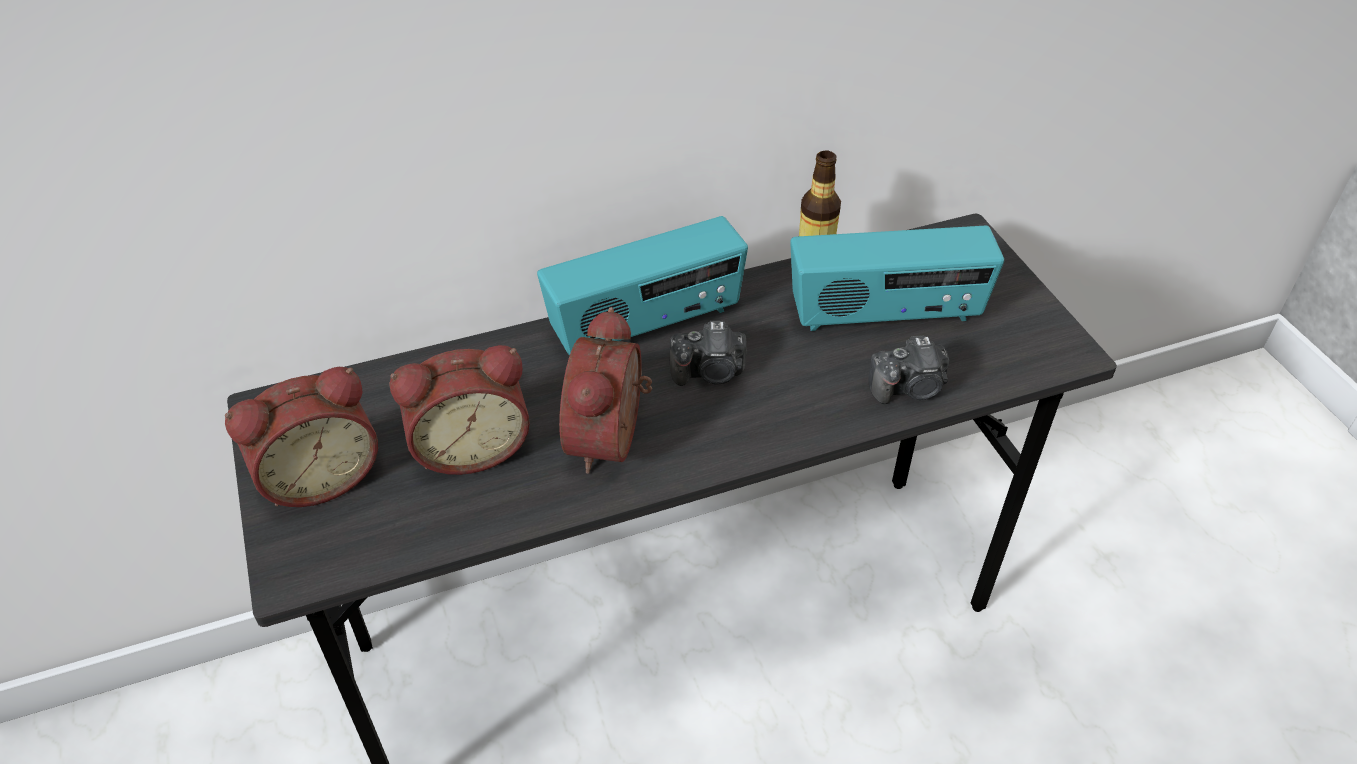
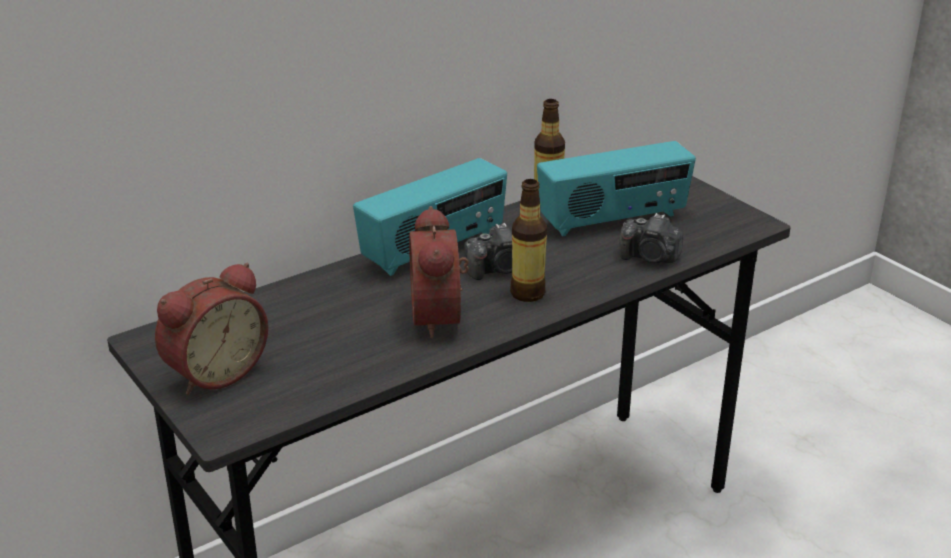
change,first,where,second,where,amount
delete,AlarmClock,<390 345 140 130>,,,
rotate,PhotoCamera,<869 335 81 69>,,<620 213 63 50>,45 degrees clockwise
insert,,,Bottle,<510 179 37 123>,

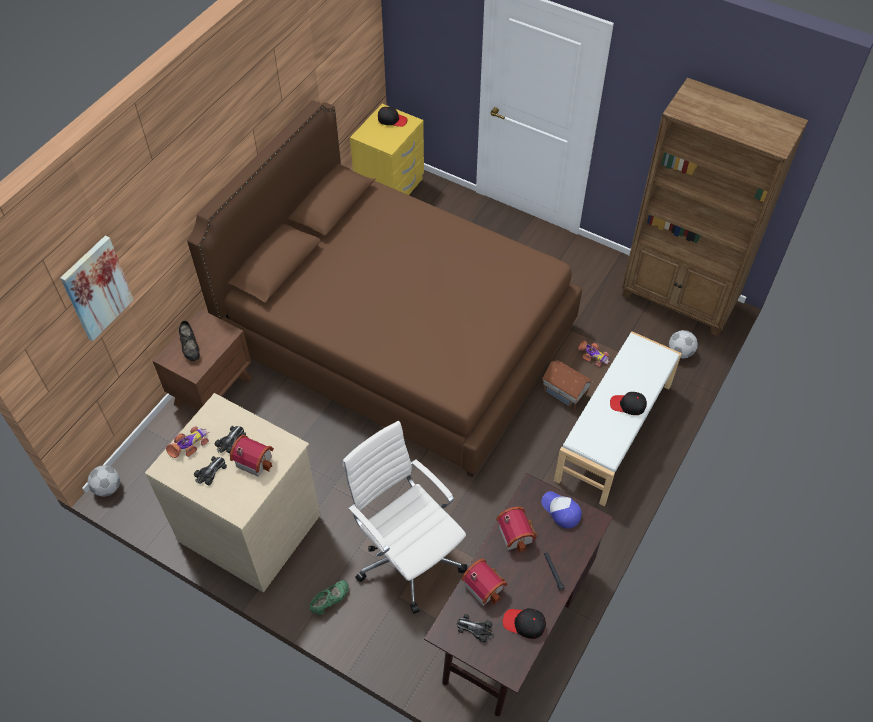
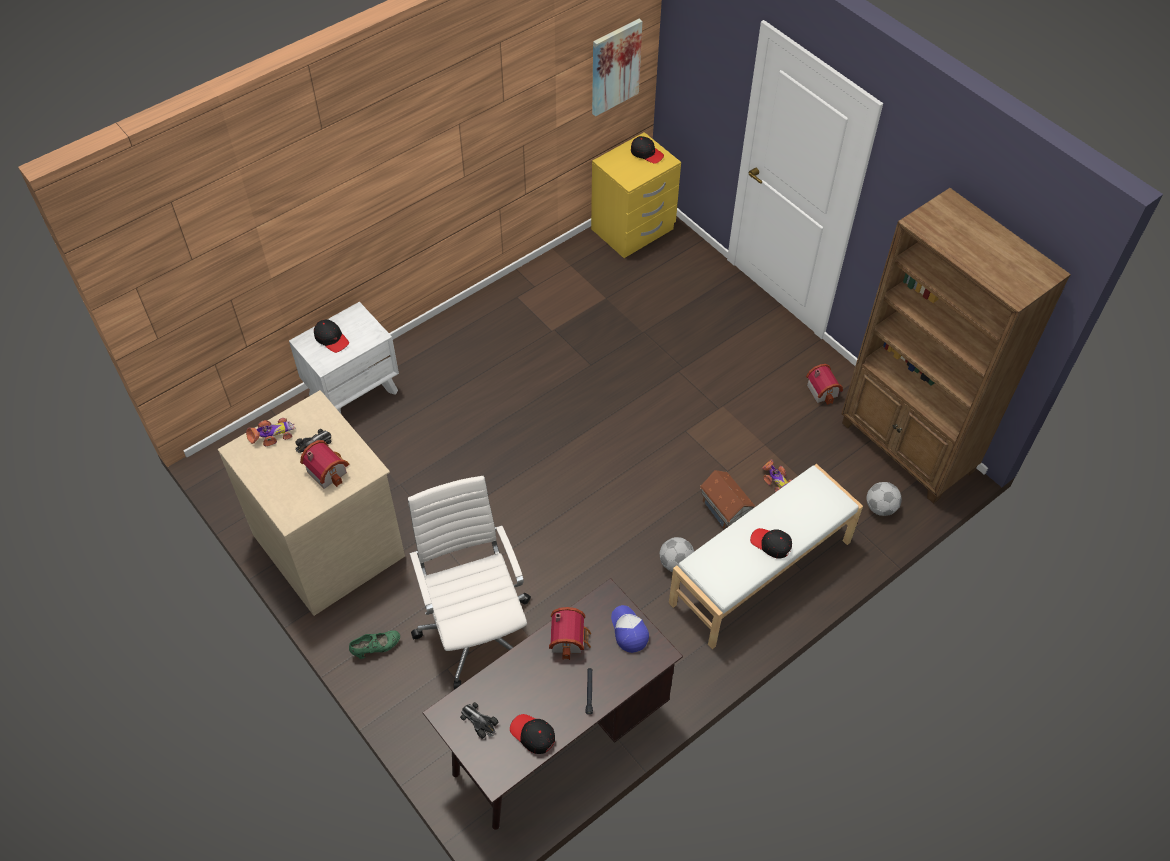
change,first,where,second,where,amount
move,Picture,<60 236 74 105>,,<592 19 50 97>,
move,Football,<88 465 32 32>,,<660 537 34 35>,
recolor,BrownNightstand,<153 309 98 101>,WhiteNightstand,<289 302 110 112>,
replace,BlackShoe,<179 321 21 40>,BlackCap,<314 319 35 34>,
delete,BrownBed,<187 100 395 377>,,,
delete,ToyCar,<194 456 33 29>,,,
move,ToyHouse,<461 559 47 47>,,<806 364 37 41>,

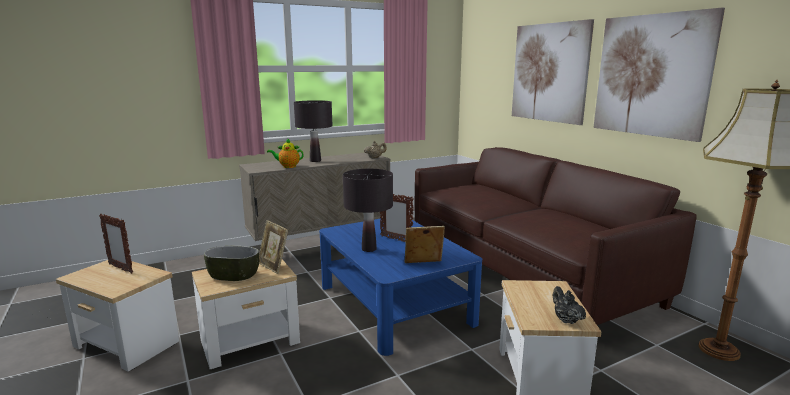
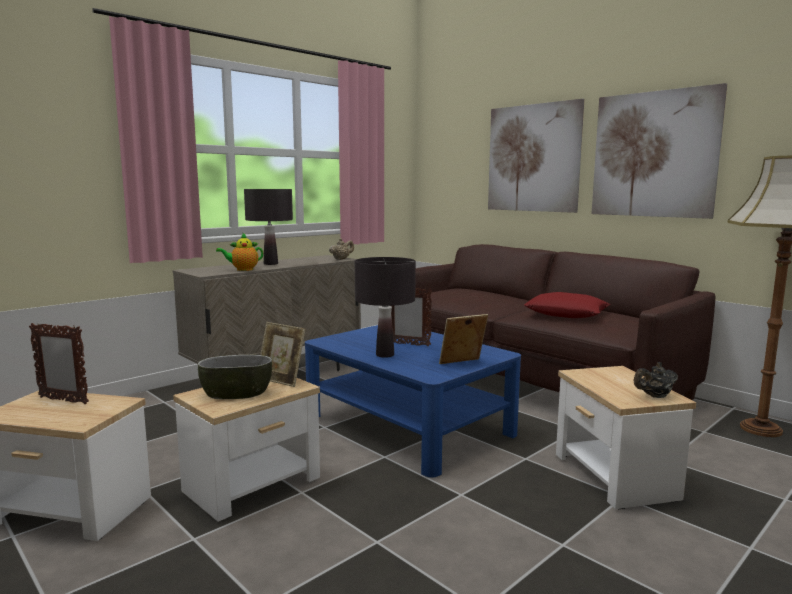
change,first,where,second,where,amount
rotate,BlackTeapot,<553 286 33 38>,,<634 362 44 36>,75 degrees counterclockwise
insert,,,RedPillow,<524 292 86 26>,

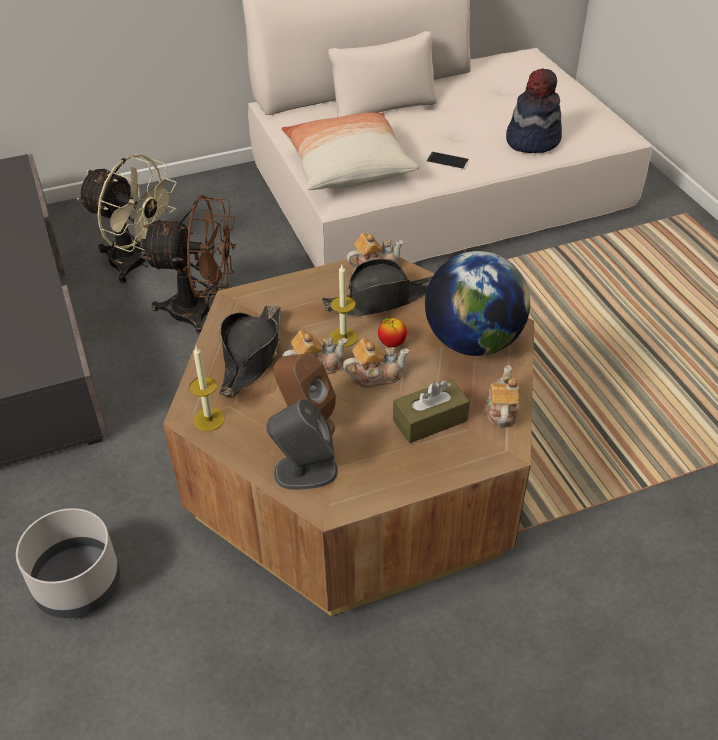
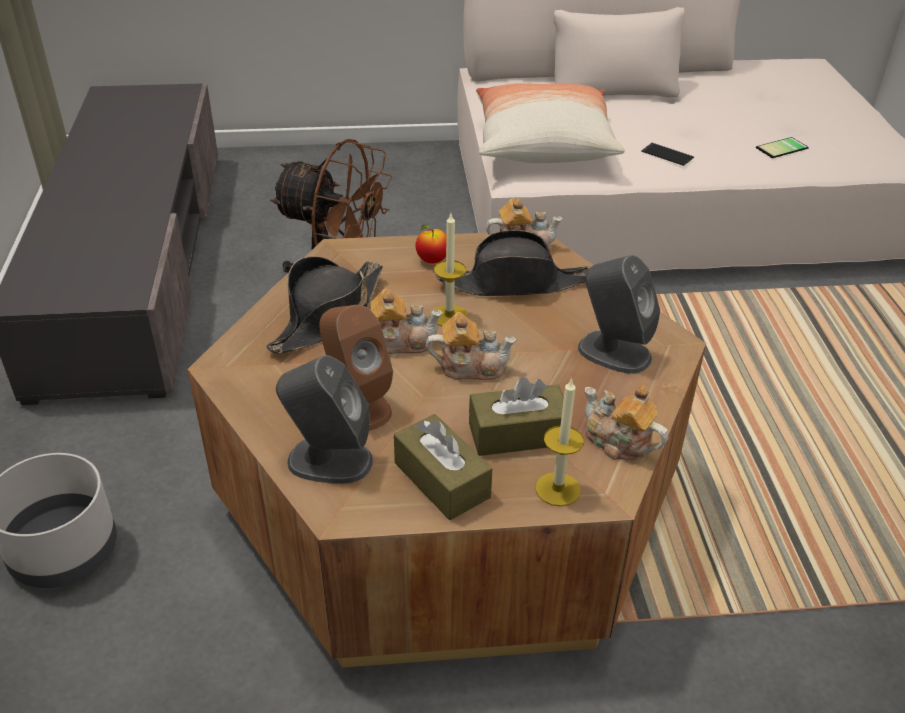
change,first,where,second,where,amount
delete,BeigeFan,<77 154 100 129>,,,
move,Candle,<189 346 36 86>,,<535 377 49 129>,
move,Apple,<378 317 29 30>,,<415 224 32 39>,
replace,Globe,<425 251 105 105>,GreySpeaker,<578 255 82 119>,
rotate,Teapot,<483 365 37 62>,,<585 385 84 75>,75 degrees counterclockwise
replace,Hat,<506 69 56 84>,Phone,<756 137 53 21>,
insert,,,BrownTissueBox,<394 414 99 106>,

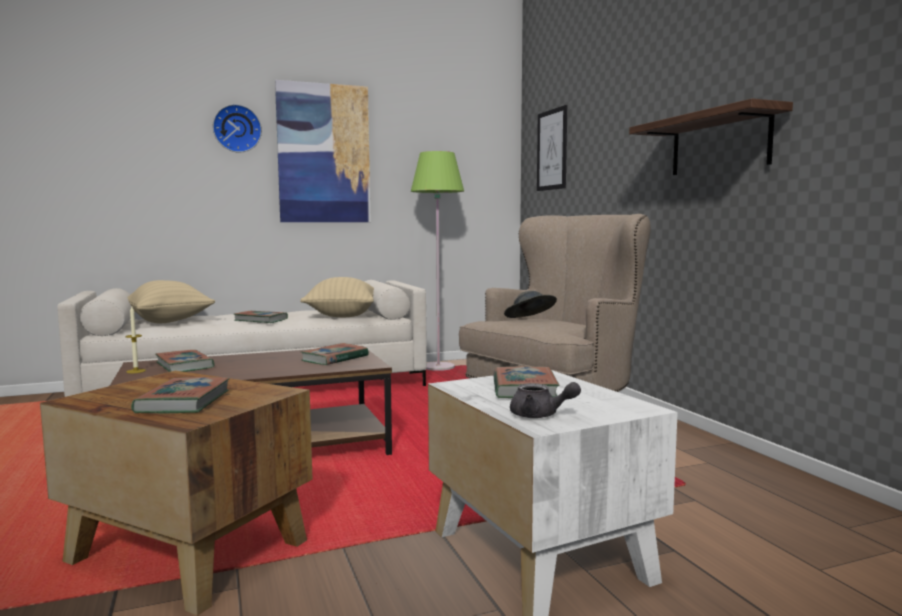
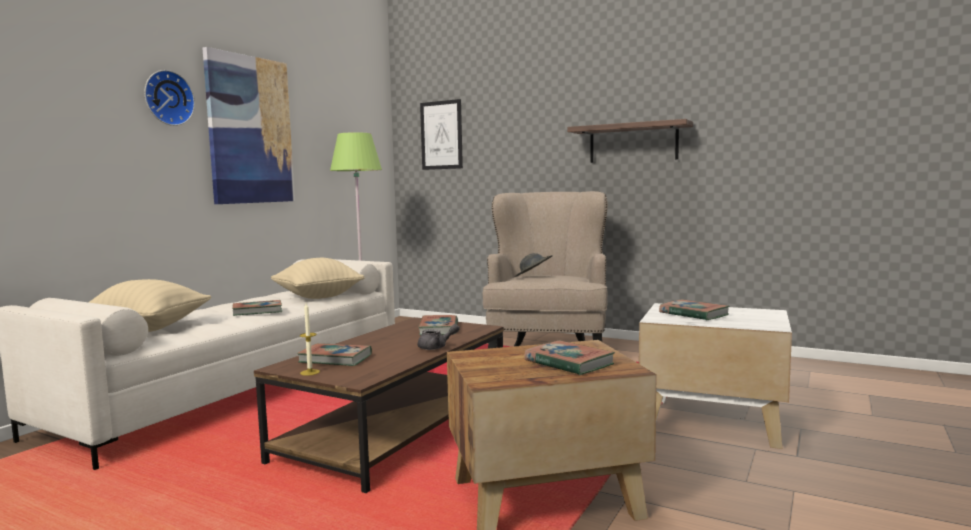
change,first,where,second,where,amount
move,GreyTeapot,<510 382 71 36>,,<418 324 42 26>,

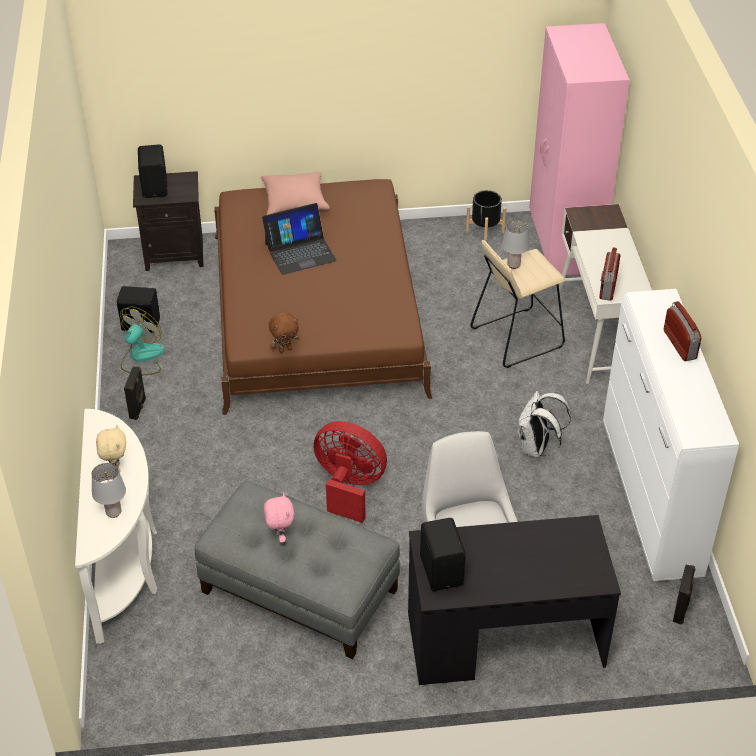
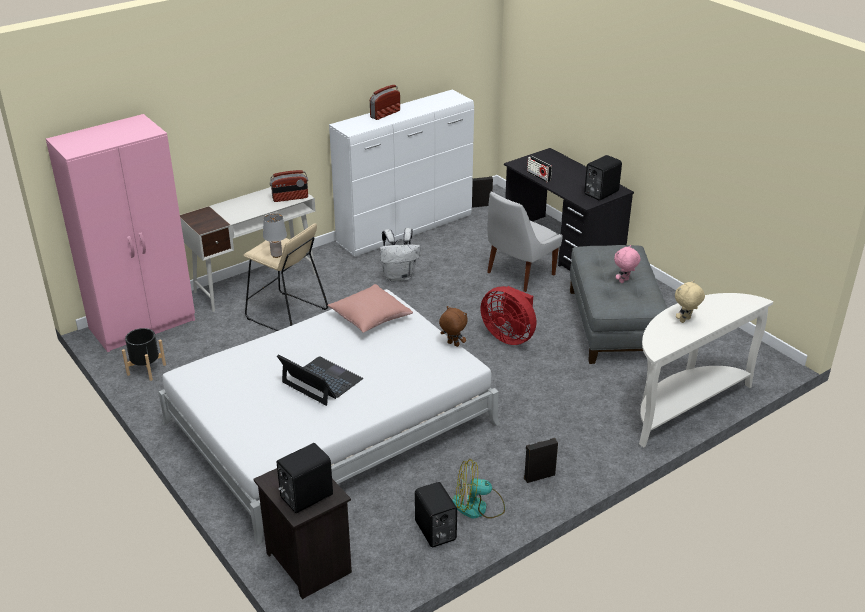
change,first,where,second,where,amount
delete,GreyTableLamp,<91 463 35 55>,,,
recolor,BrownBed,<214 179 219 236>,WhiteBed,<158 289 342 256>,
move,PinkPillow,<260 172 70 43>,,<327 284 86 49>,
rotate,RedFan,<313 421 74 102>,,<480 286 56 59>,45 degrees counterclockwise
insert,,,Radio,<527 156 25 26>,

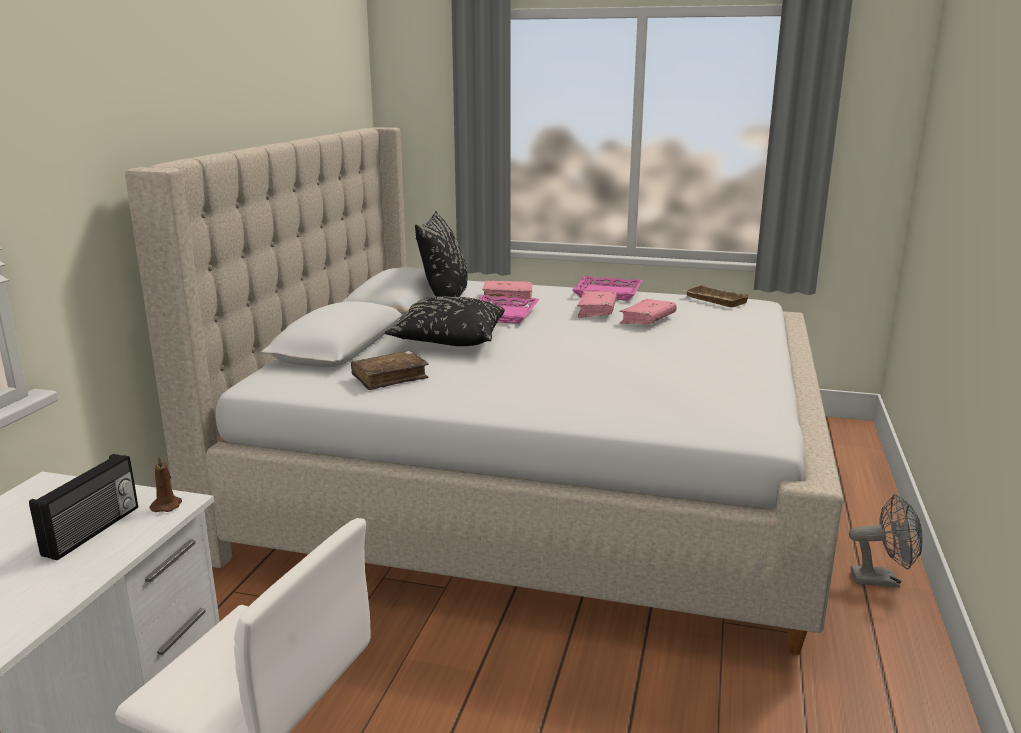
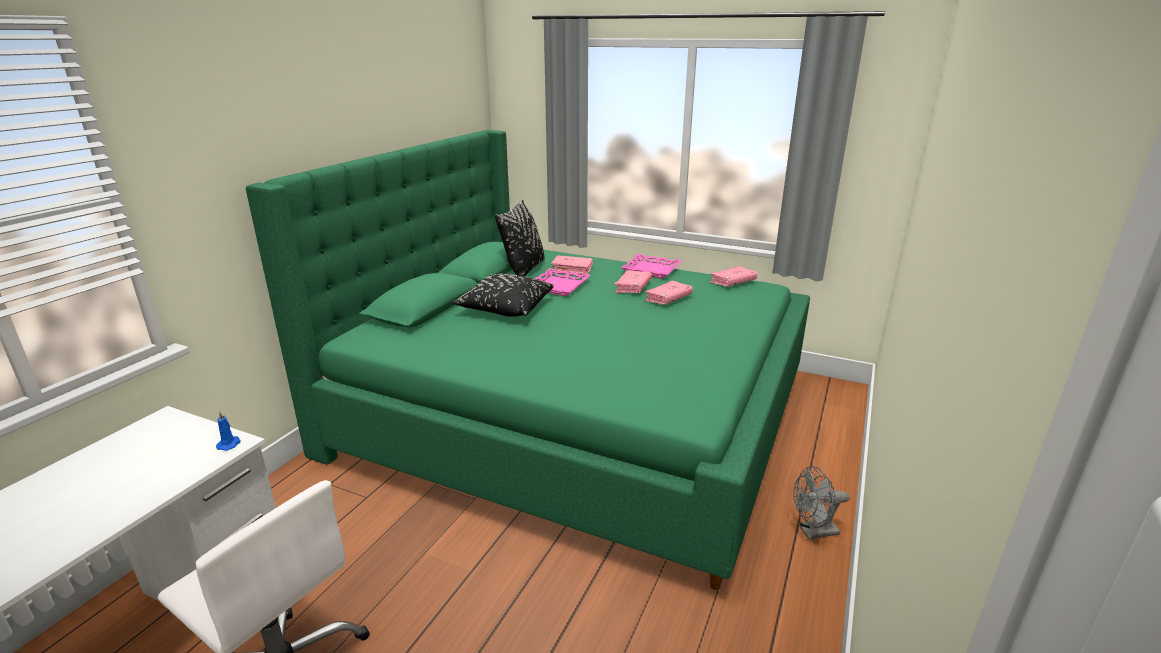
change,first,where,second,where,amount
delete,Radio,<29 454 109 106>,,,
recolor,BeigeBed,<125 127 718 528>,GreenBed,<246 130 564 460>,
recolor,BrownCandle,<150 456 32 56>,BlueCandle,<216 411 25 40>,
delete,BrownBook,<351 351 78 39>,,,
replace,BeigeTray,<682 285 69 22>,PinkBook,<710 266 47 21>,
rotate,GreyFan,<849 494 74 94>,,<793 466 57 73>,150 degrees clockwise

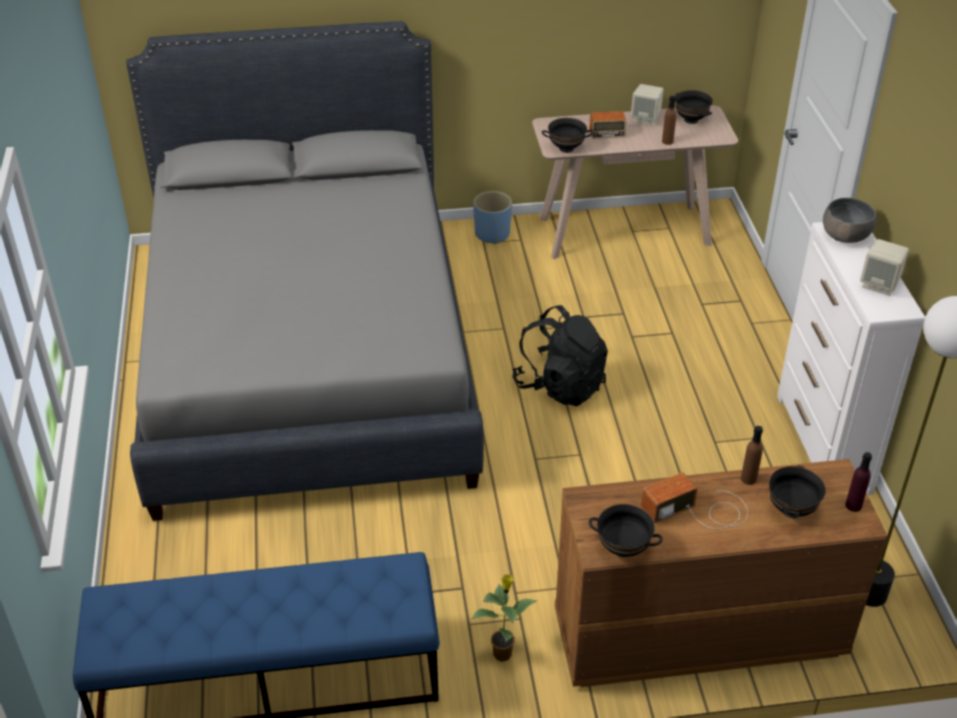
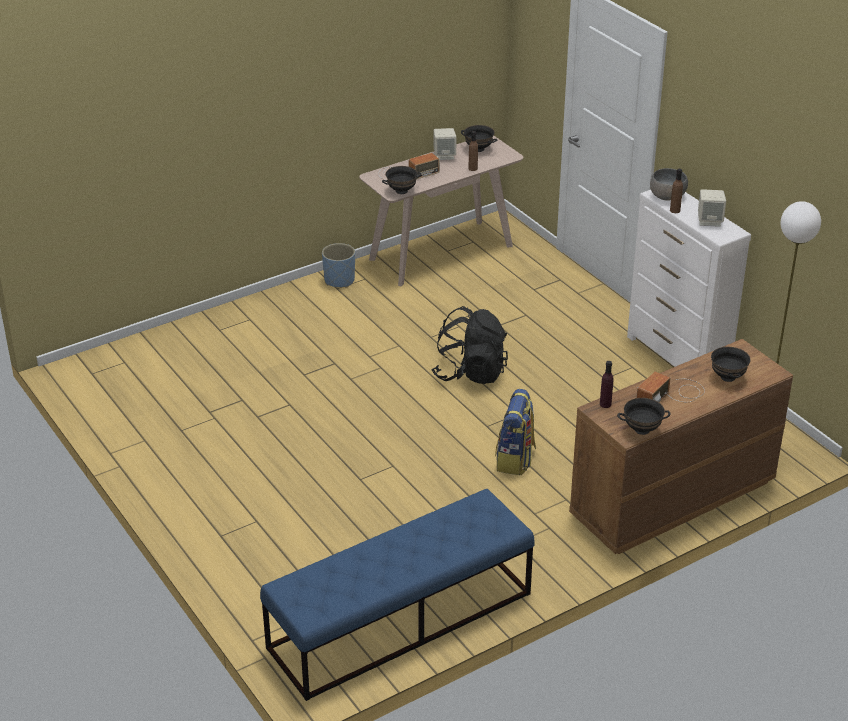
change,first,where,second,where,amount
delete,GreyBed,<126 21 358 500>,,,
delete,PottedPlant,<472 574 66 88>,,,
move,BrownBottle,<741 426 22 59>,,<670 169 13 44>,
move,PurpleBottle,<845 452 27 60>,,<600 361 13 47>,
insert,,,Backpack,<495 389 41 86>,

